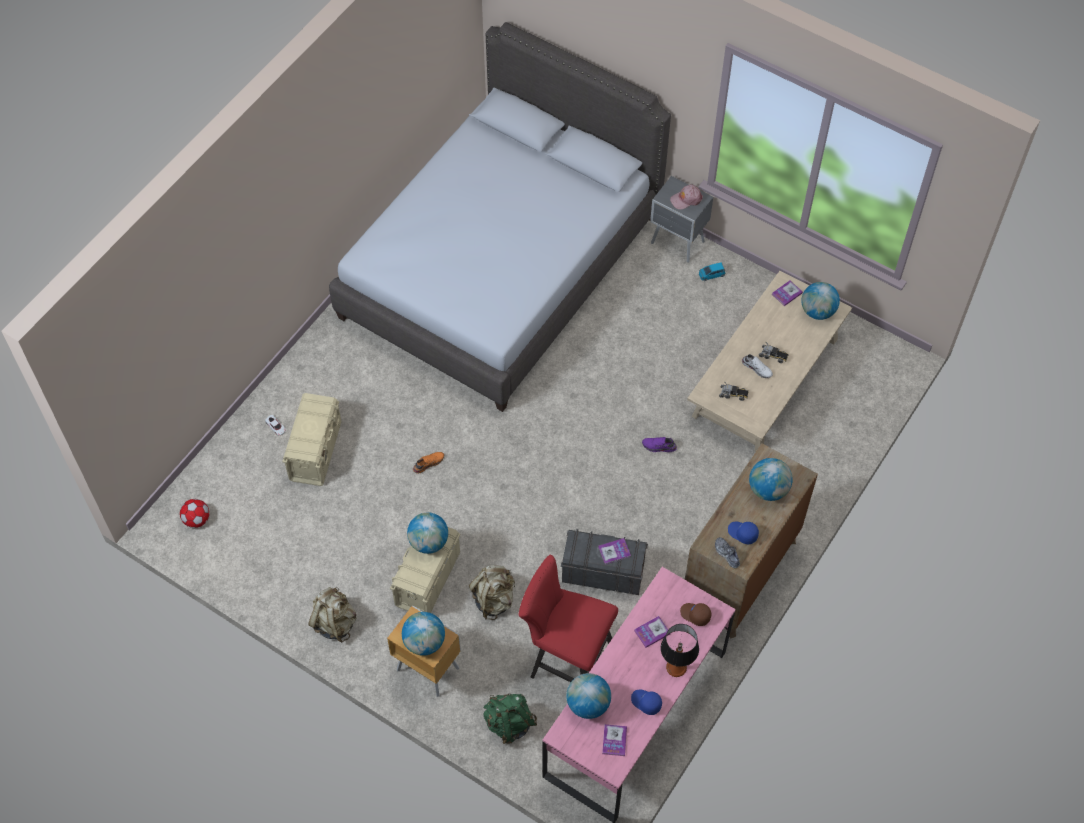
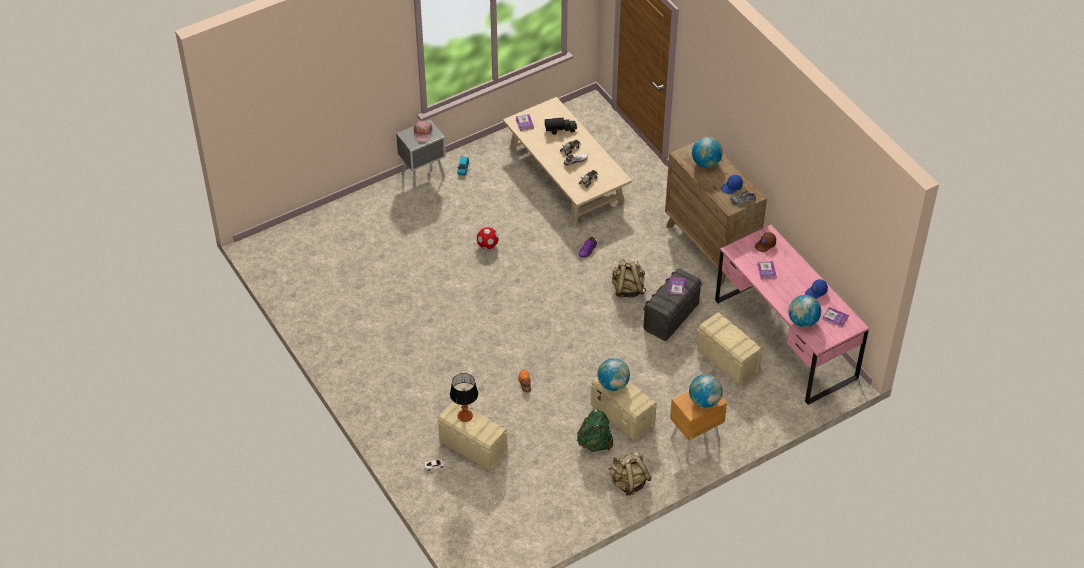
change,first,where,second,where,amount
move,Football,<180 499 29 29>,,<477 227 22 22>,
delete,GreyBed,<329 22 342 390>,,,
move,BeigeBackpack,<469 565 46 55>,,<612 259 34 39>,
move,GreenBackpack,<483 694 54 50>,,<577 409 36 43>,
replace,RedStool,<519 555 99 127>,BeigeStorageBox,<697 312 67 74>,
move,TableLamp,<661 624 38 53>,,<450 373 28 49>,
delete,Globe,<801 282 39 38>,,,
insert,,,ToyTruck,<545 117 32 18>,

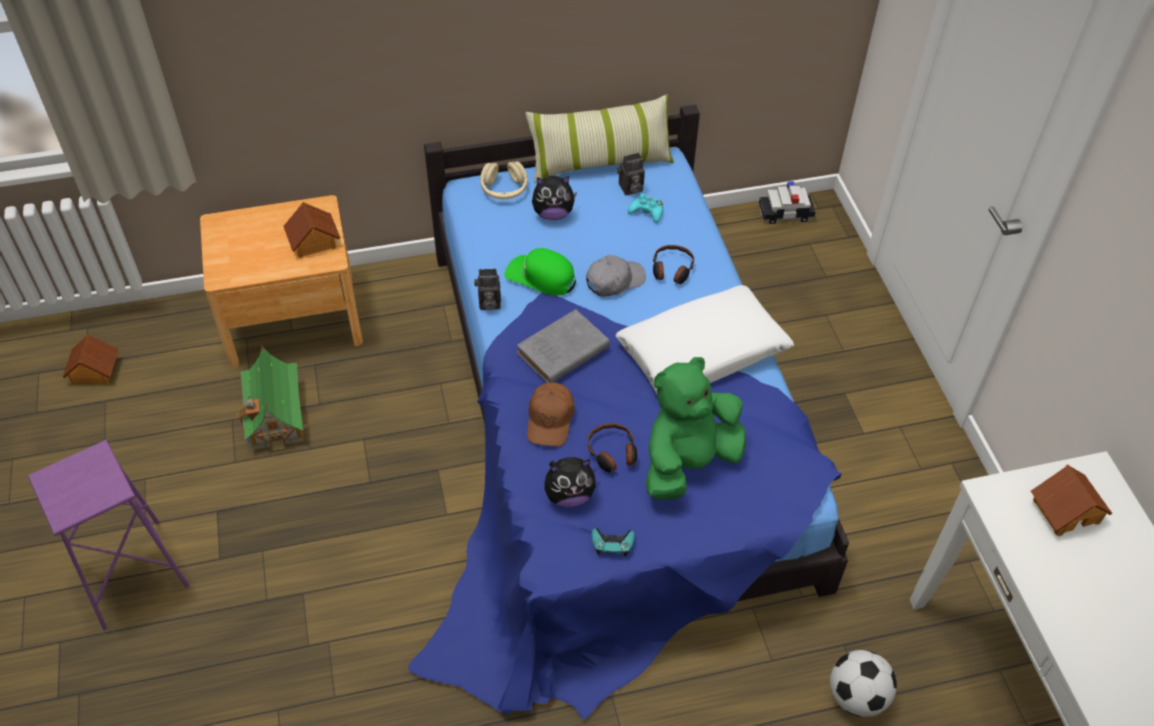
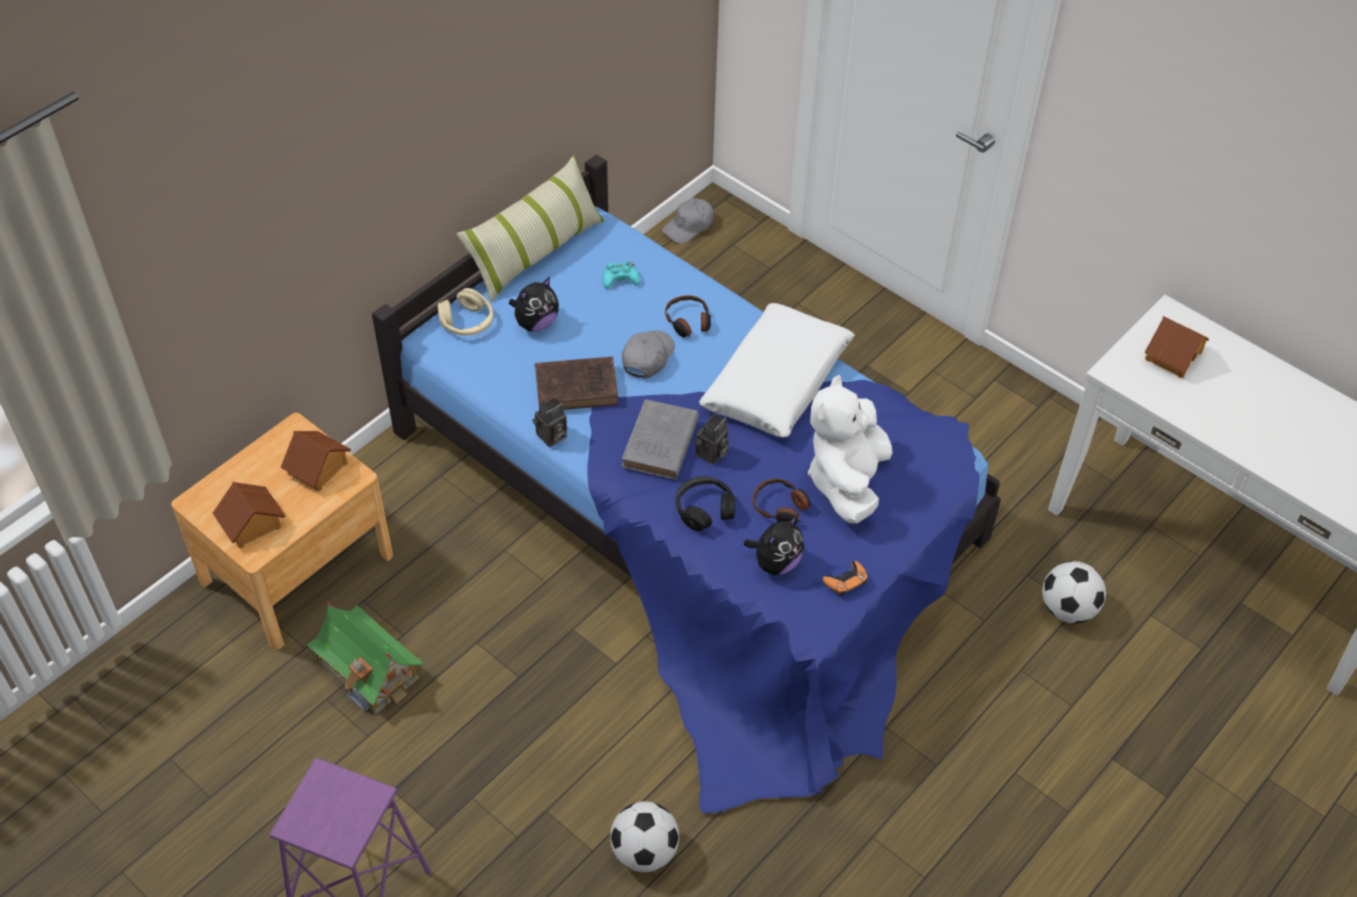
change,first,where,second,where,amount
move,ToyHouse,<63 334 56 51>,,<213 482 73 67>,
replace,GreenCap,<504 248 72 48>,BrownBook,<535 357 83 53>,
replace,BrownCap,<527 382 47 64>,BlackHeadphones,<676 476 59 55>,
recolor,TurquoiseGameController,<592 528 43 28>,OrangeGameController,<823 561 45 36>,
move,PhotoCamera,<617 153 28 42>,,<695 414 34 50>,
recolor,GreenPlushToy,<646 357 100 143>,WhitePlushToy,<808 375 85 148>,
replace,ToyCar,<759 181 57 43>,GreyCap,<662 198 52 46>,
insert,,,Football,<610 801 69 71>,

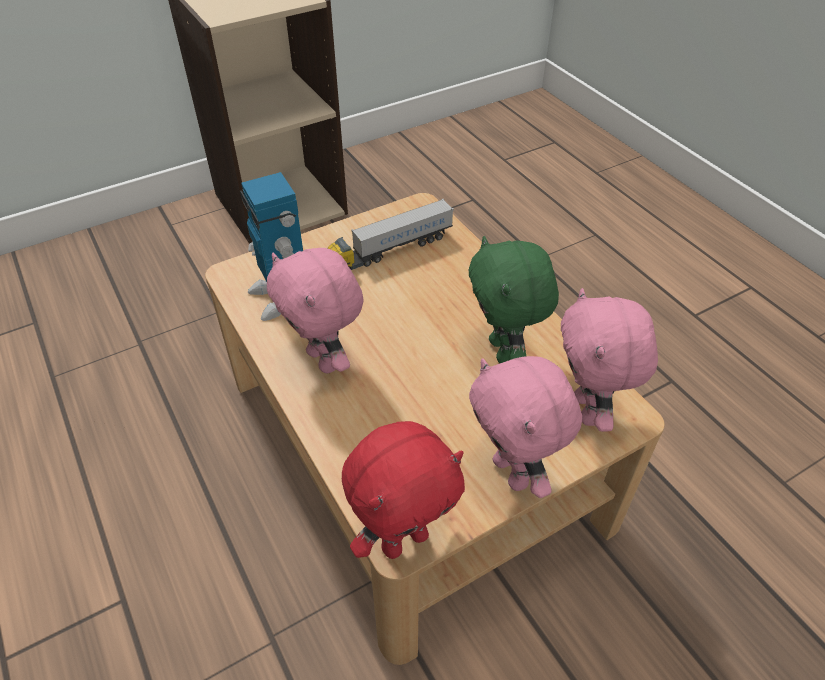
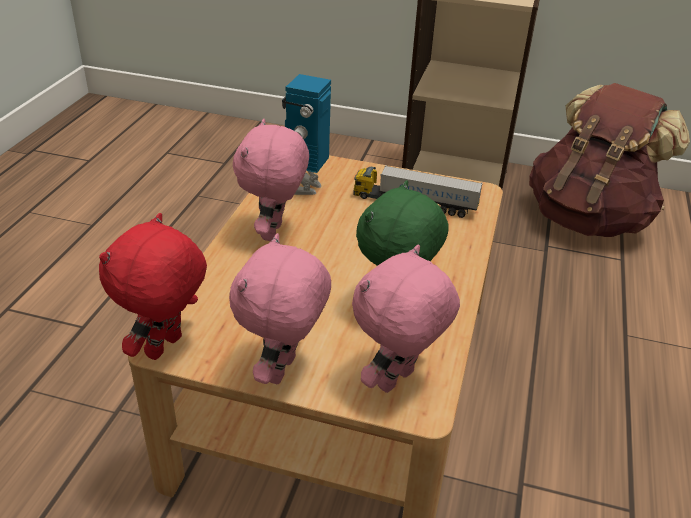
change,first,where,second,where,amount
rotate,RedPlushToy,<342 421 123 138>,,<99 213 108 147>,105 degrees clockwise
insert,,,BrownBackpack,<529 83 161 154>,

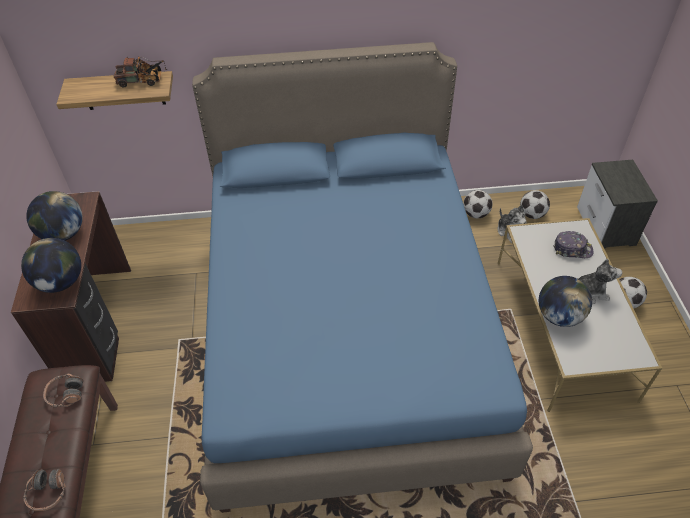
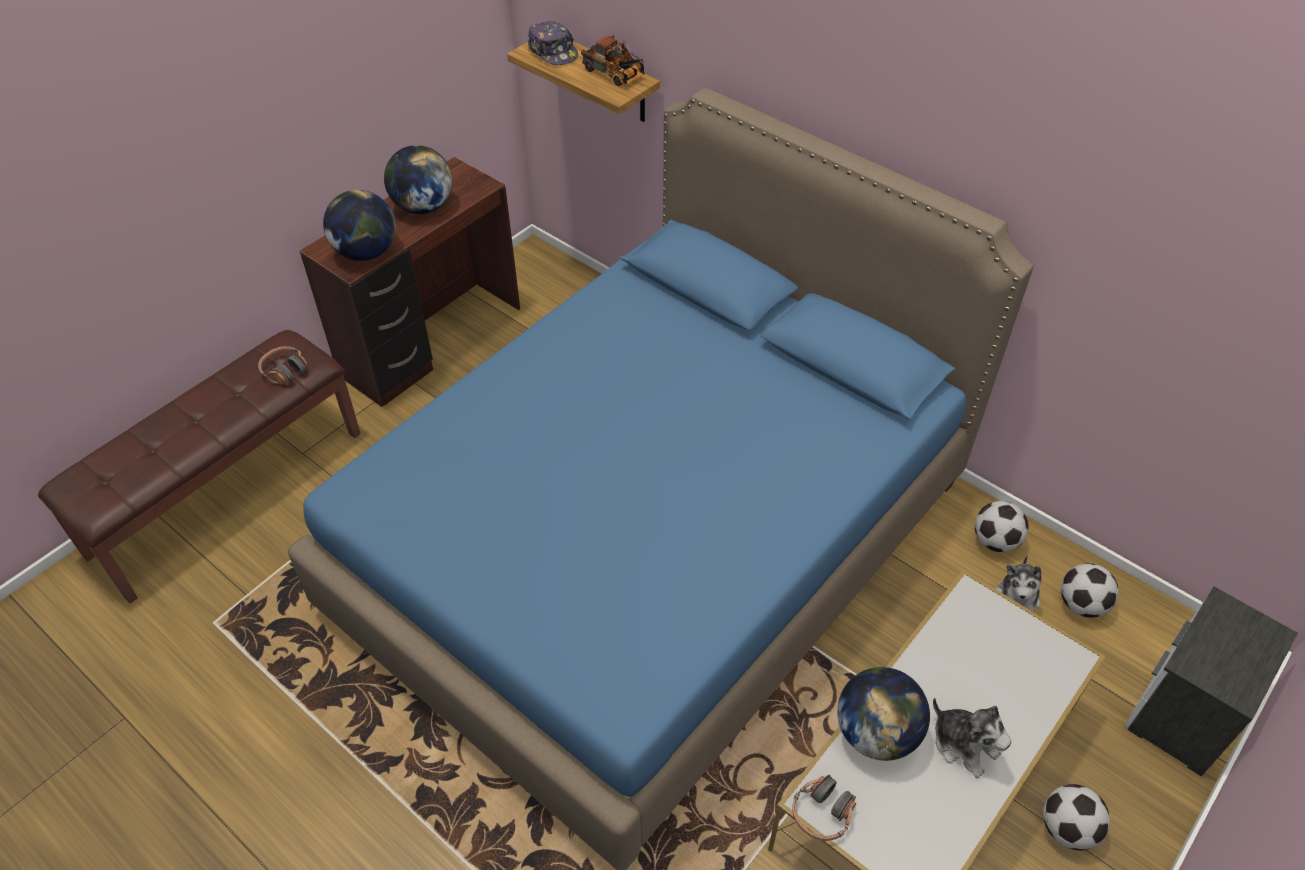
change,first,where,second,where,amount
move,Headphones,<23 469 43 42>,,<792 775 64 66>,
move,Cap,<553 231 40 27>,,<528 21 50 44>,

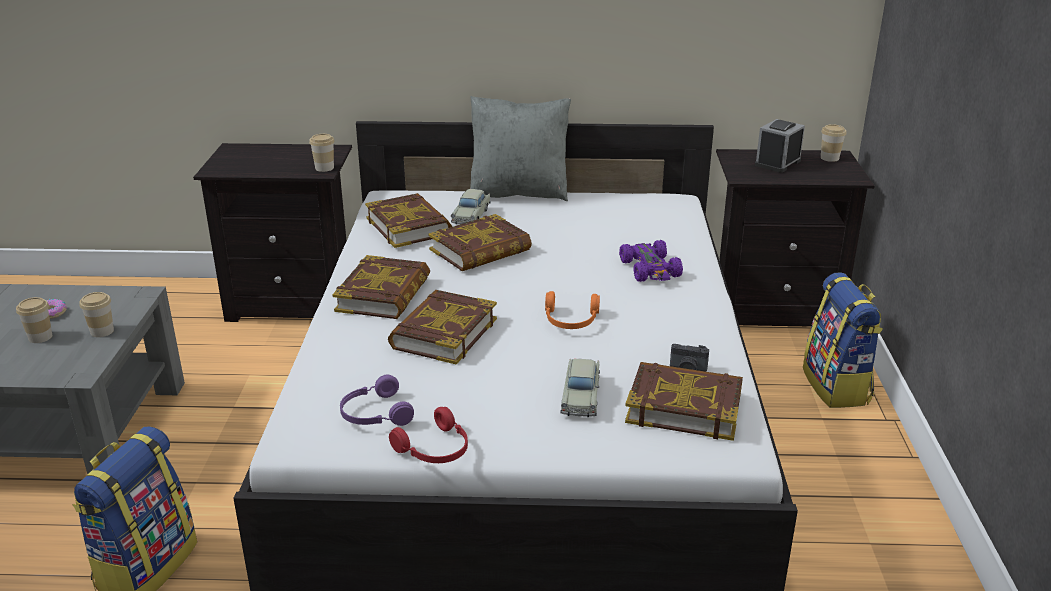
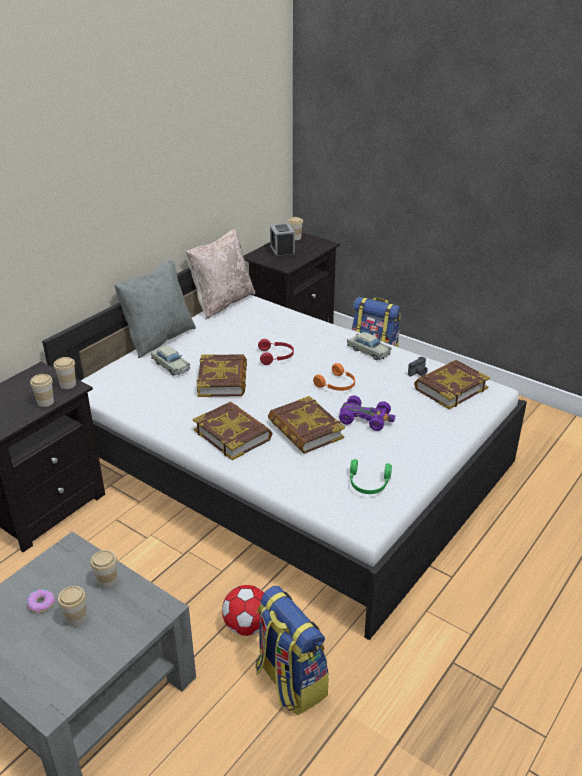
change,first,where,second,where,amount
recolor,PurpleHeadphones,<340 375 74 51>,GreenHeadphones,<350 459 42 35>,
delete,Book,<365 193 87 55>,,,
move,RedHeadphones,<389 407 79 56>,,<258 339 36 26>,
move,BeigeToyCar,<560 359 40 58>,,<347 332 45 28>,
move,PurpleToyCar,<619 240 64 42>,,<339 396 56 35>,
insert,,,Cup,<30 374 24 33>,
insert,,,BeigePillow,<186 229 69 91>,
insert,,,Football,<222 585 42 51>,

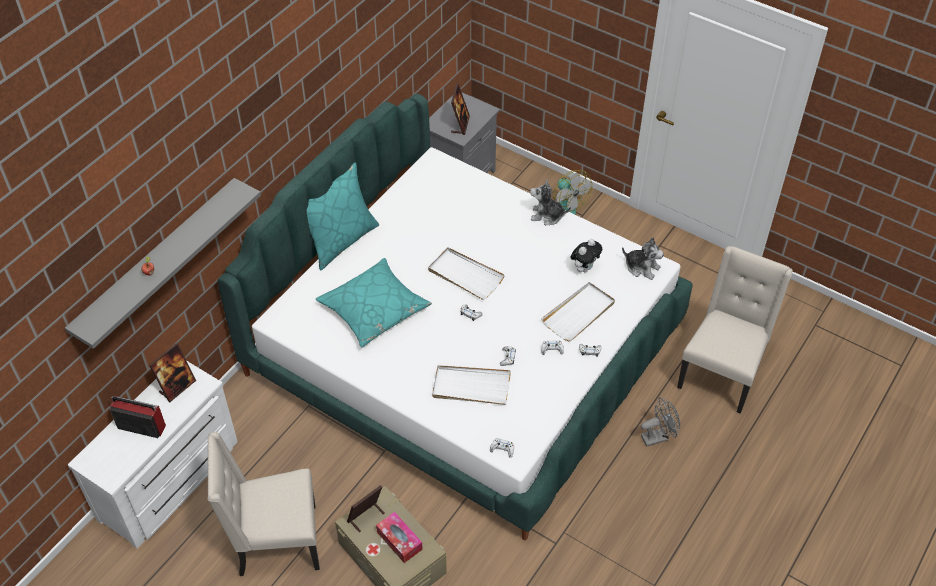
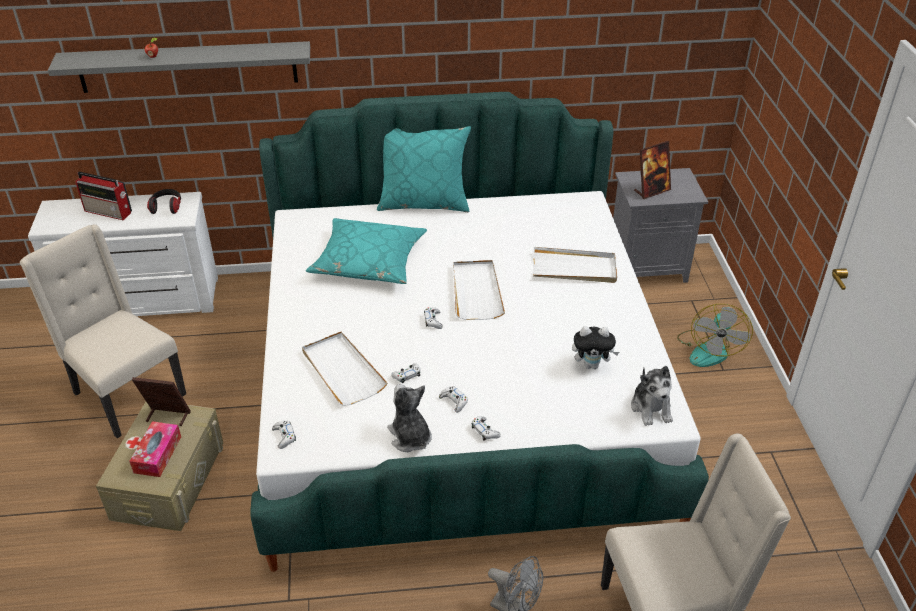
change,first,where,second,where,amount
rotate,Radio,<110 396 56 42>,,<75 172 57 48>,135 degrees clockwise
replace,PictureFrame,<149 343 47 59>,Headphones,<147 189 34 25>,
move,PlushToy,<530 179 41 46>,,<387 384 45 68>,
move,WhiteTray,<541 282 74 60>,,<533 247 84 36>,

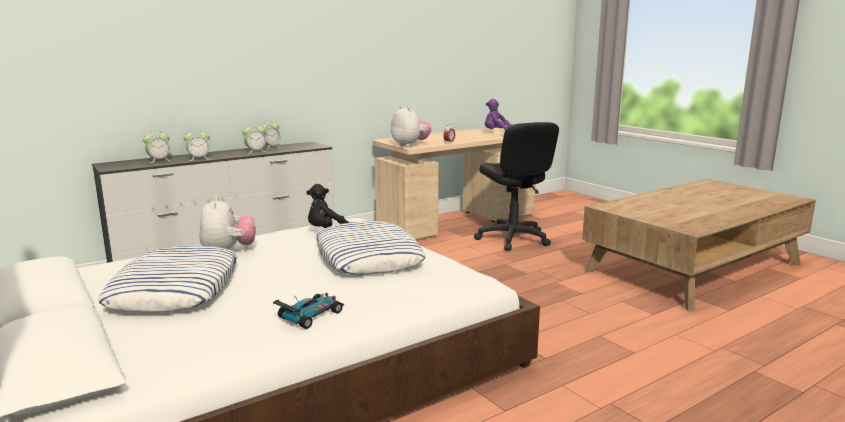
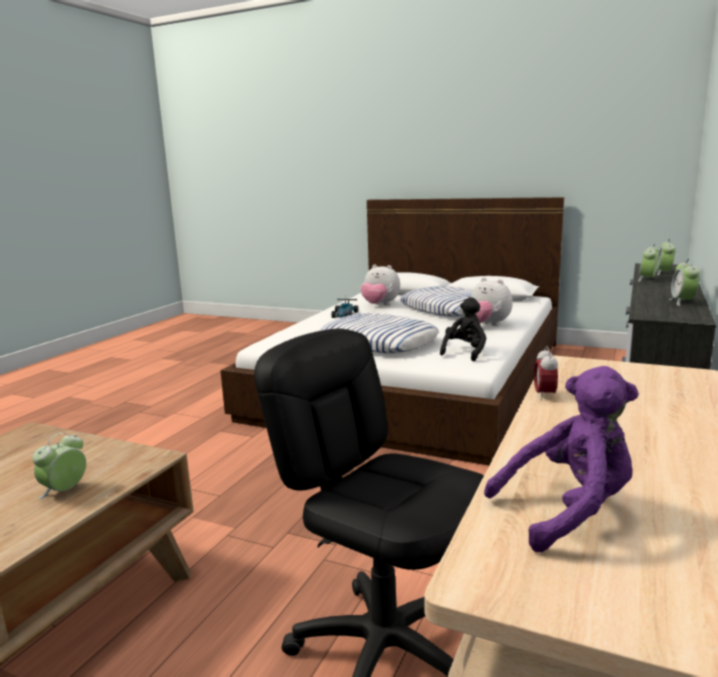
change,first,where,second,where,amount
move,AlarmClock,<242 123 24 31>,,<32 432 54 67>,
move,PlushToy,<391 106 40 41>,,<360 265 40 40>,

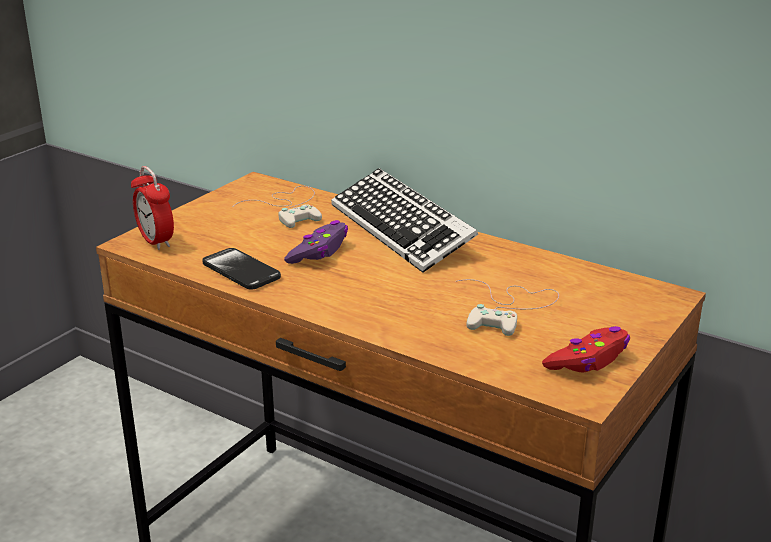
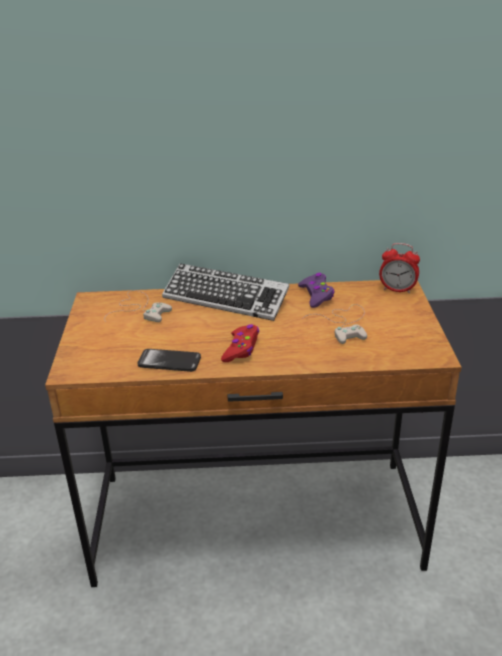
change,first,where,second,where,amount
move,AlarmClock,<131 166 43 84>,,<379 243 41 51>,
move,PurpleGameController,<284 220 64 44>,,<298 273 36 35>,
move,RedGameController,<542 326 88 46>,,<221 324 38 38>,

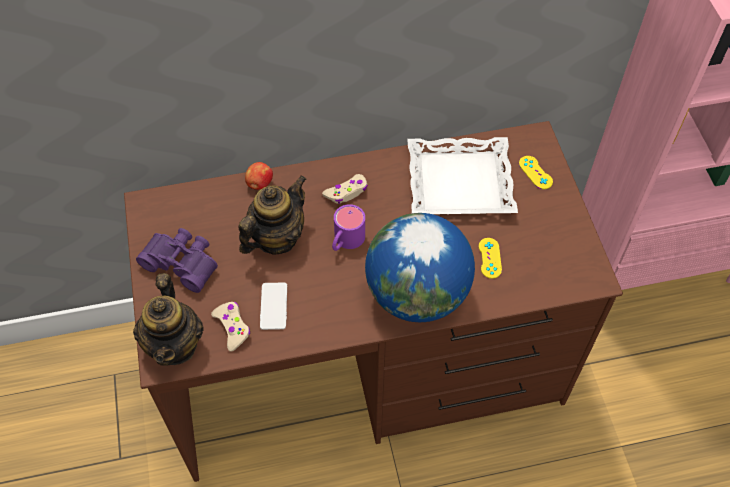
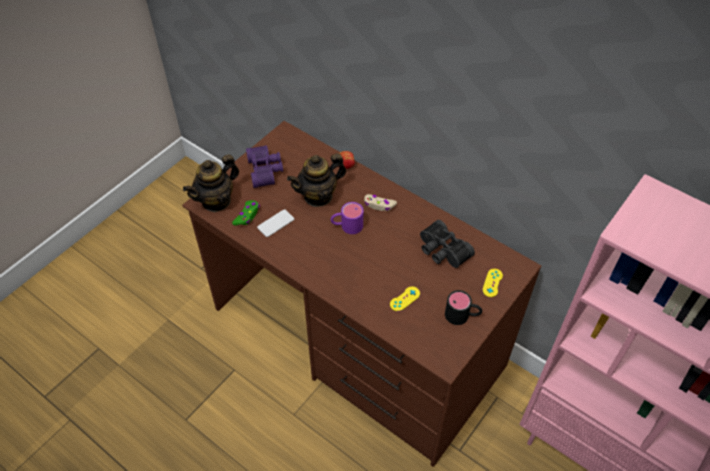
change,first,where,second,where,amount
recolor,BeigeGameController,<211 302 39 49>,GreenGameController,<232 200 28 26>,
rotate,Teapot,<238 176 68 79>,,<287 153 59 54>,150 degrees clockwise
delete,Globe,<365 213 110 109>,,,
replace,WhiteTray,<407 137 111 77>,BlackBinoculars,<420 220 55 48>,
insert,,,BlackMug,<445 290 37 35>,

